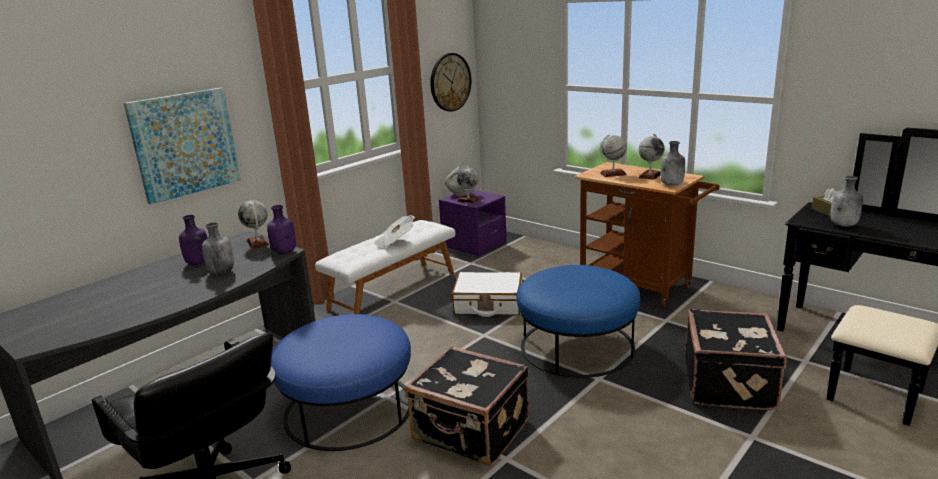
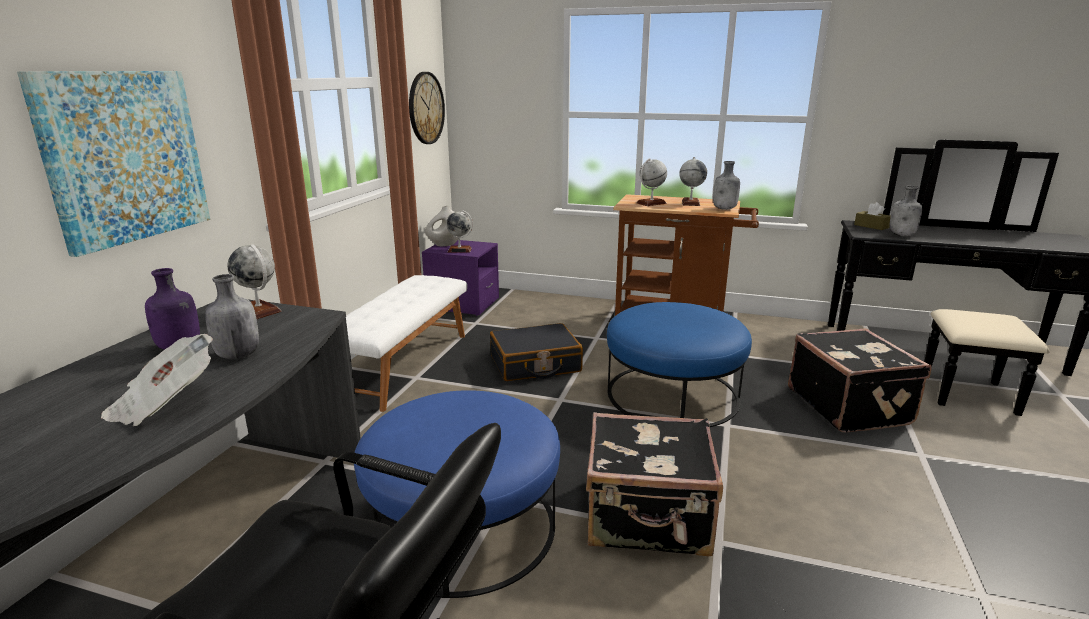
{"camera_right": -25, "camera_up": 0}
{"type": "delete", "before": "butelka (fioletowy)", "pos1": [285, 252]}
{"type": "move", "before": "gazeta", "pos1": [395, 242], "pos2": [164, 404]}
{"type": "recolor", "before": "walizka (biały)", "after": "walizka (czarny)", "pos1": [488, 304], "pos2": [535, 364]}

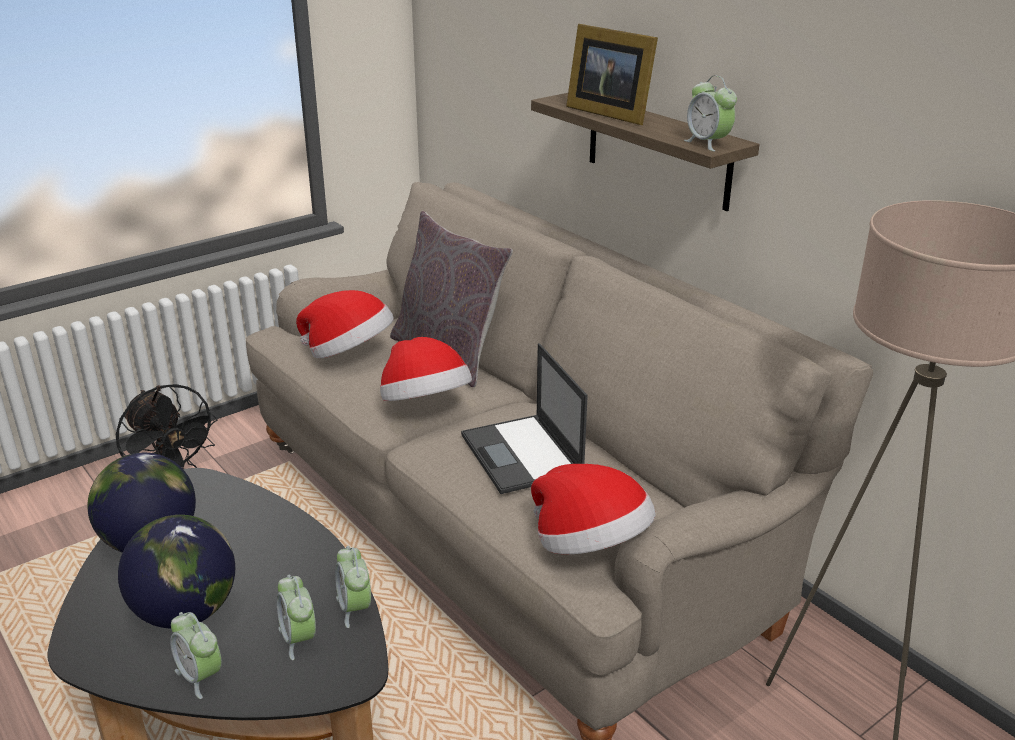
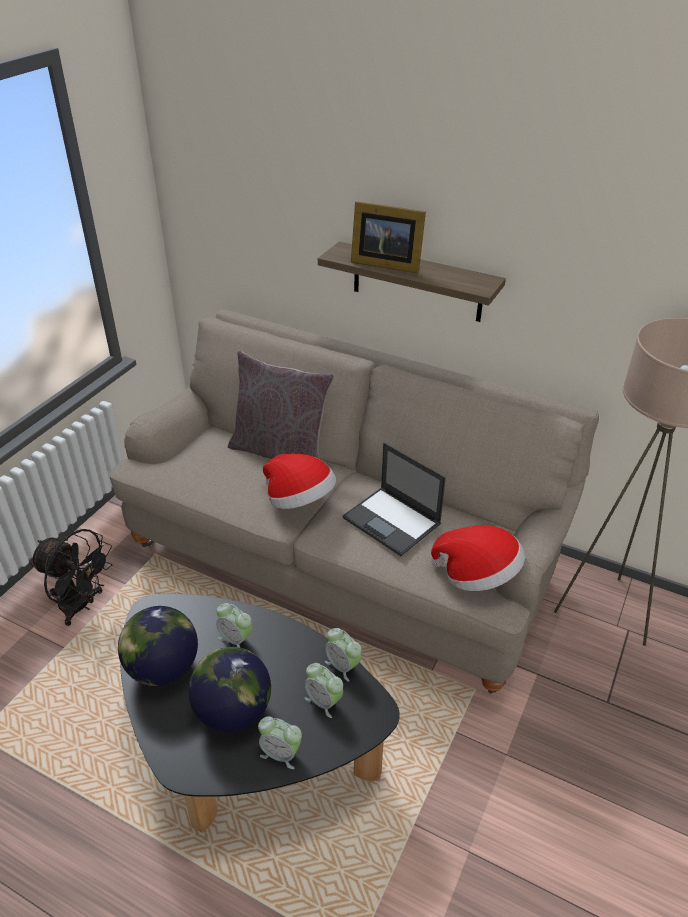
{"camera_right": -25, "camera_up": 10}
{"type": "move", "before": "budzik", "pos1": [708, 144], "pos2": [236, 639]}
{"type": "delete", "before": "kapelusz", "pos1": [349, 353]}

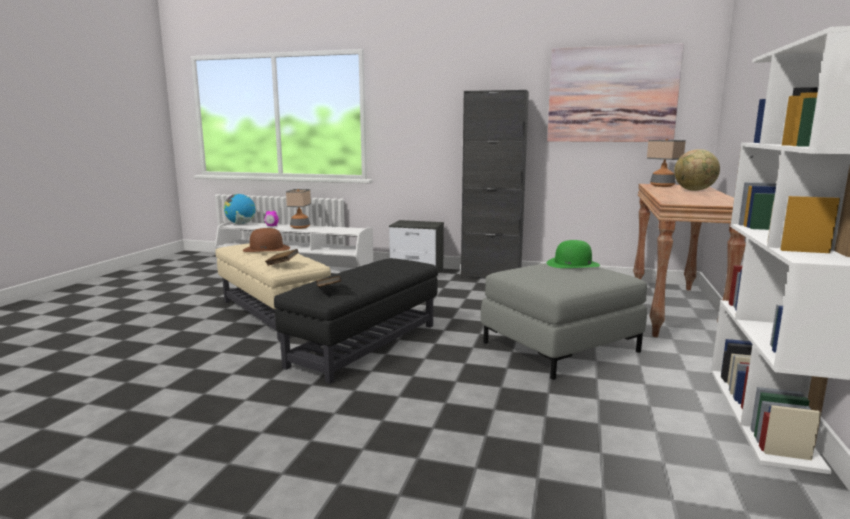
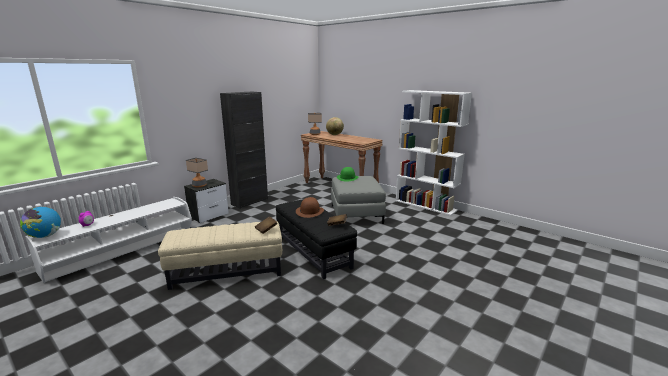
{"camera_right": -65, "camera_up": 5}
{"type": "delete", "before": "obraz", "pos1": [612, 94]}
{"type": "move", "before": "lampa stołowa", "pos1": [300, 227], "pos2": [199, 186]}
{"type": "move", "before": "kapelusz (brązowy)", "pos1": [266, 249], "pos2": [309, 211]}

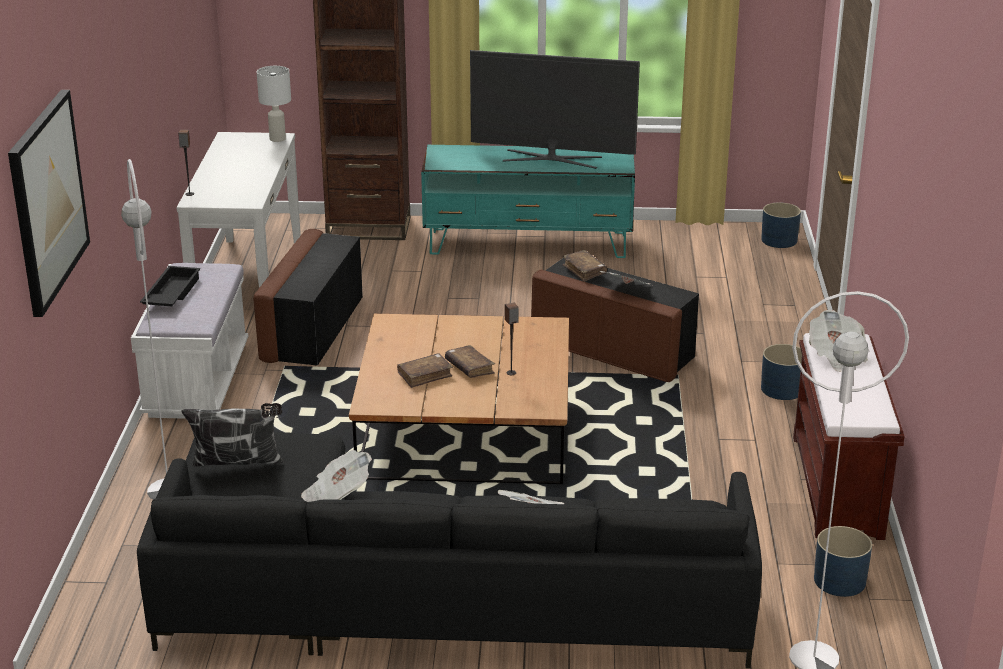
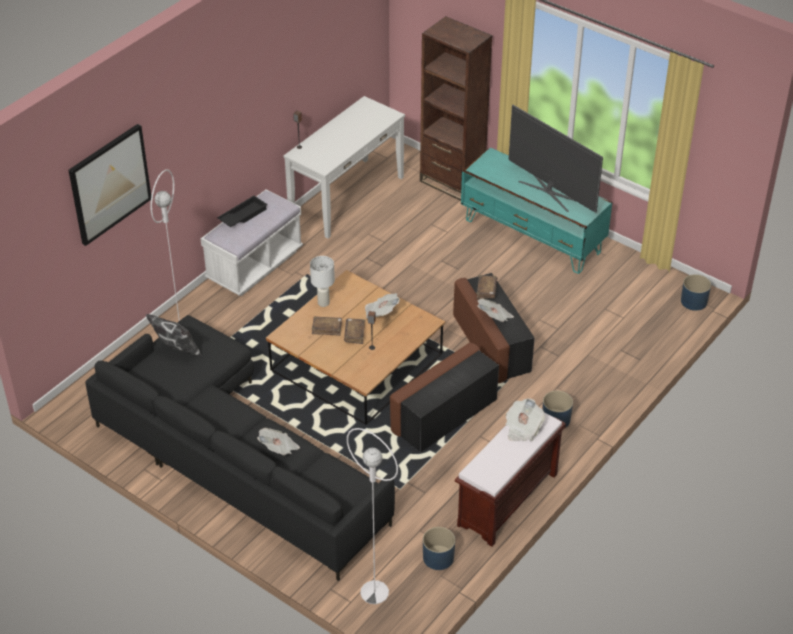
{"camera_right": 35, "camera_up": 15}
{"type": "move", "before": "lampa stołowa (biały)", "pos1": [277, 139], "pos2": [324, 302]}
{"type": "move", "before": "pufa (brązowy)", "pos1": [312, 328], "pos2": [444, 415]}
{"type": "move", "before": "gazeta", "pos1": [337, 495], "pos2": [381, 312]}

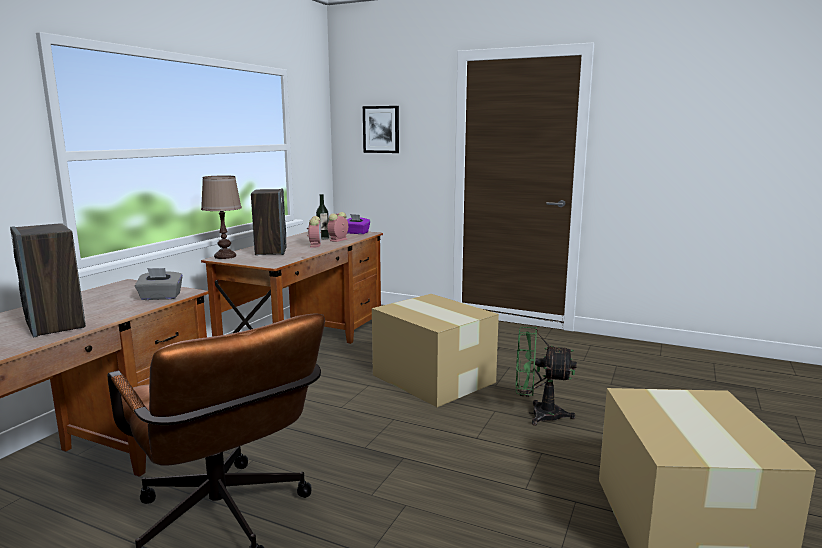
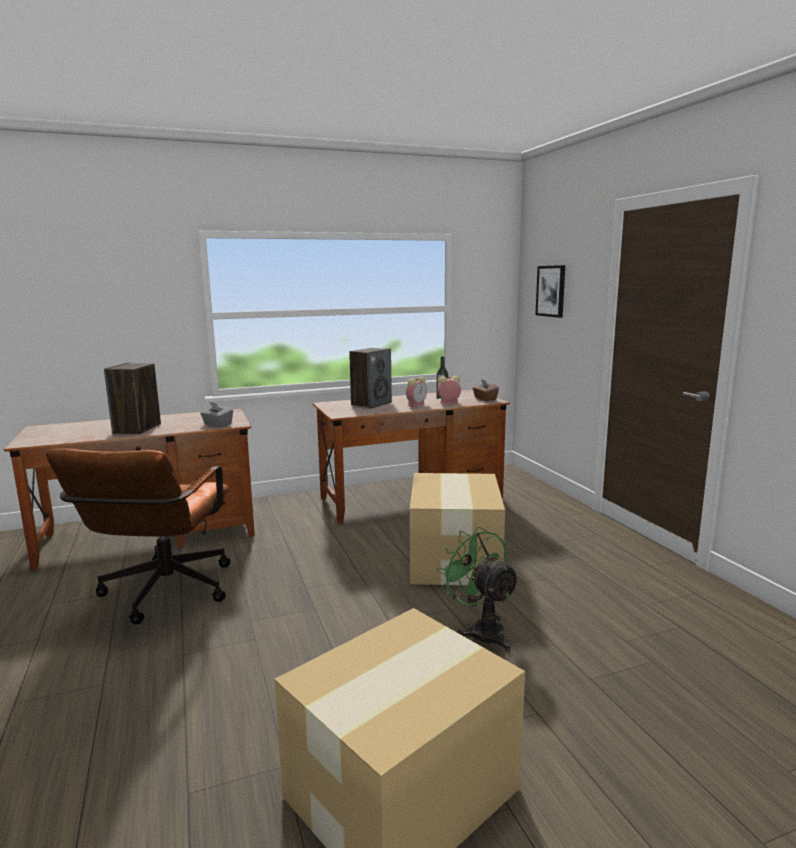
{"camera_right": 45, "camera_up": 0}
{"type": "delete", "before": "lampa stołowa (brązowy)", "pos1": [225, 256]}
{"type": "recolor", "before": "pudełko chusteczek (fioletowy)", "after": "pudełko chusteczek (brązowy)", "pos1": [356, 233], "pos2": [485, 399]}

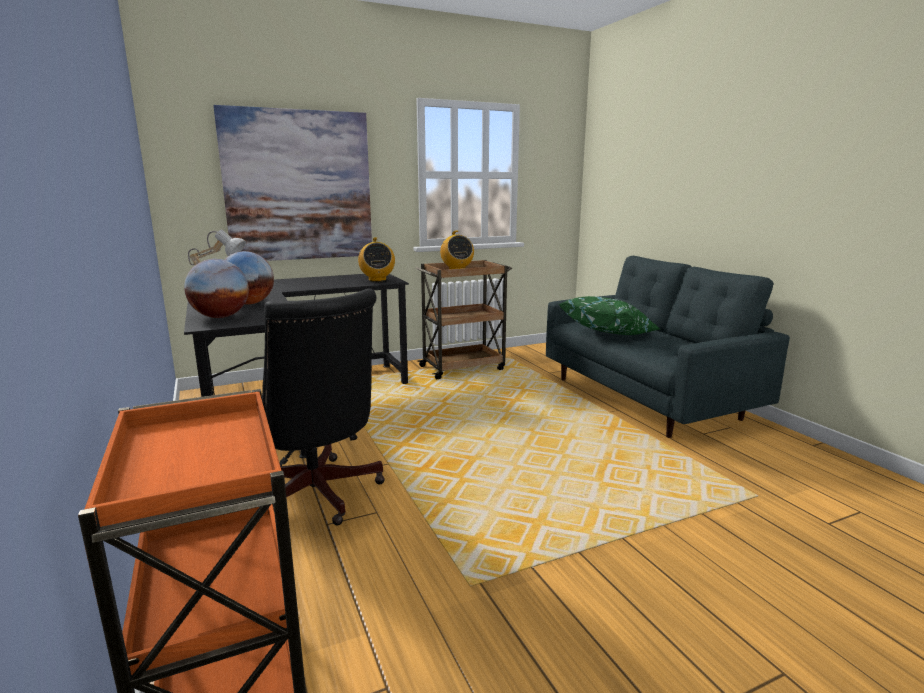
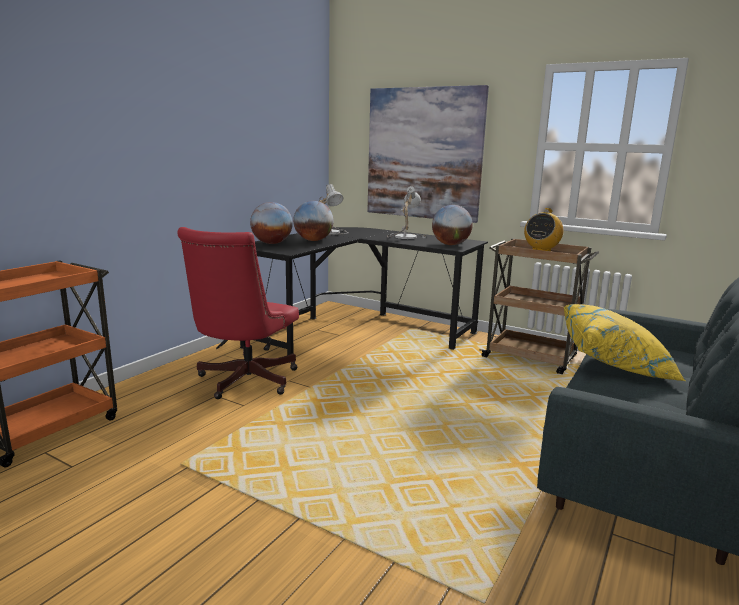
{"camera_right": 55, "camera_up": 0}
{"type": "replace", "before": "radio", "after": "globus", "pos1": [377, 280], "pos2": [450, 244]}
{"type": "recolor", "before": "krzesło biurowe (czarny)", "after": "krzesło biurowe (czerwony)", "pos1": [316, 497], "pos2": [243, 382]}
{"type": "recolor", "before": "poduszka (zielony)", "after": "poduszka (żółty)", "pos1": [609, 334], "pos2": [615, 363]}
{"type": "insert", "after": "lampa stołowa", "pos2": [403, 236]}

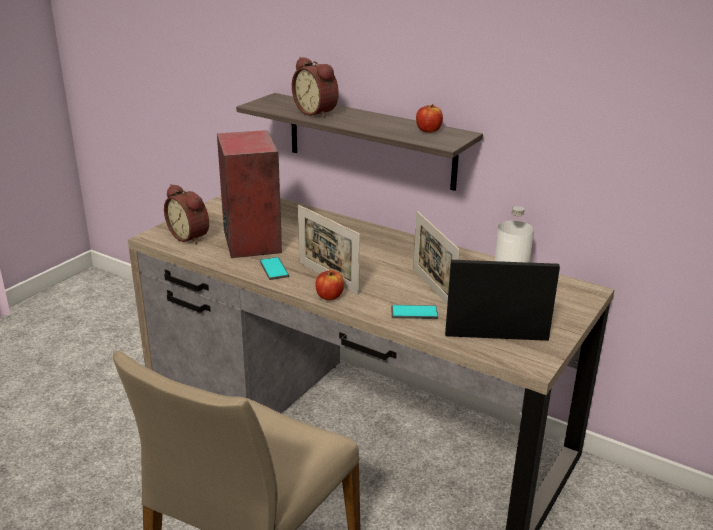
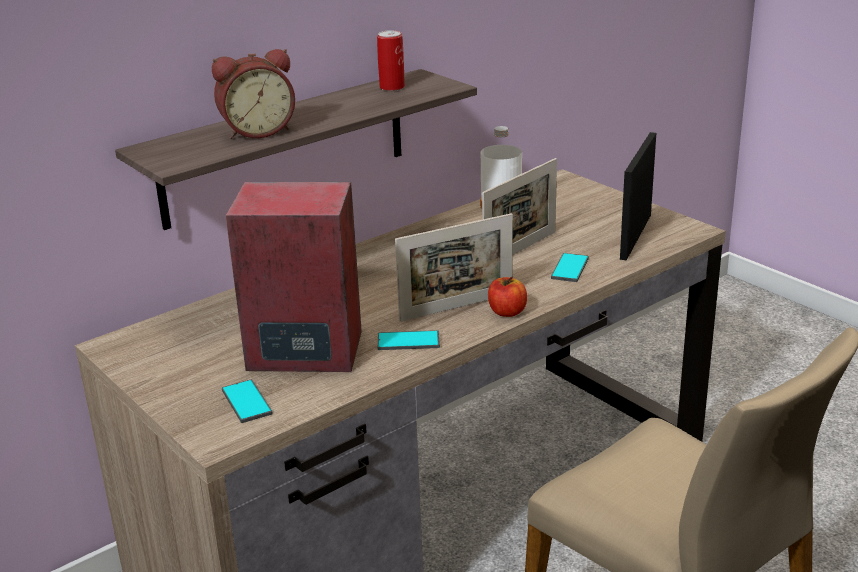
{"camera_right": -70, "camera_up": 0}
{"type": "replace", "before": "jabłko", "after": "puszka", "pos1": [428, 130], "pos2": [392, 87]}
{"type": "replace", "before": "budzik", "after": "telefon", "pos1": [191, 236], "pos2": [247, 402]}
{"type": "rotate", "before": "ramka na zdjęcie", "pos1": [432, 289], "pos2": [520, 250], "turn": -45}

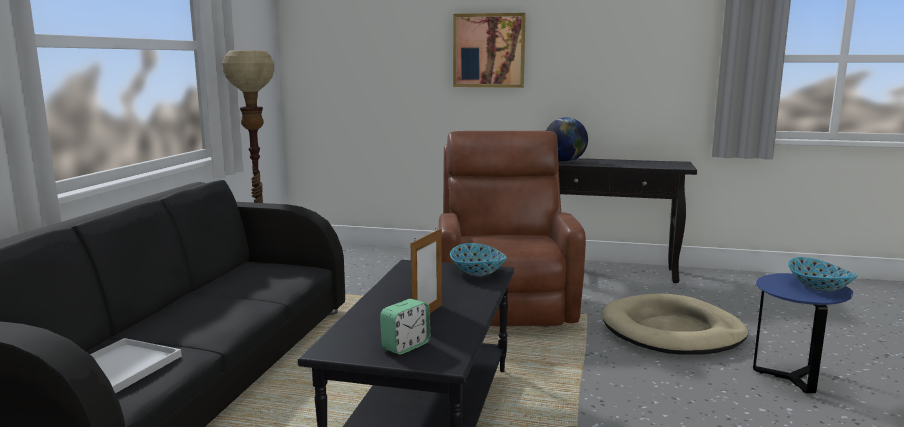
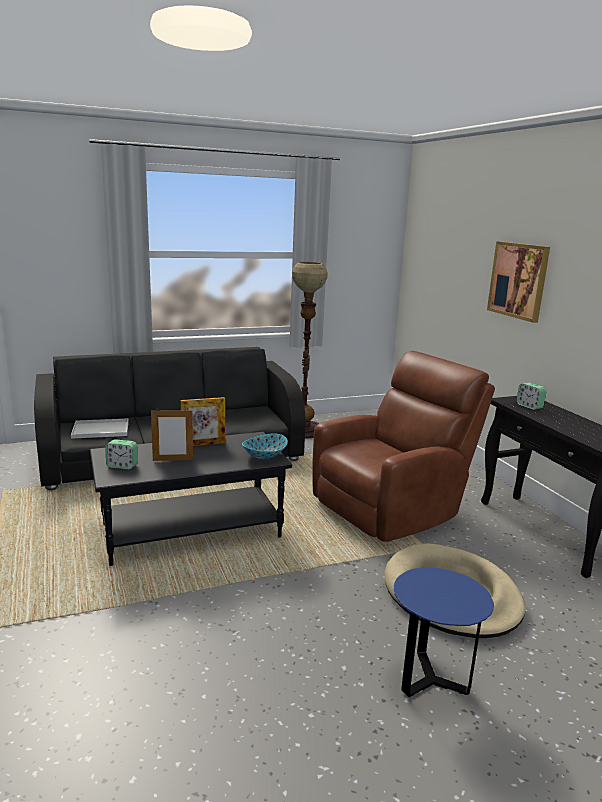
{"camera_right": 55, "camera_up": 5}
{"type": "replace", "before": "globus", "after": "budzik", "pos1": [564, 161], "pos2": [529, 406]}
{"type": "delete", "before": "miska", "pos1": [819, 287]}
{"type": "insert", "after": "ramka na zdjęcie", "pos2": [203, 444]}

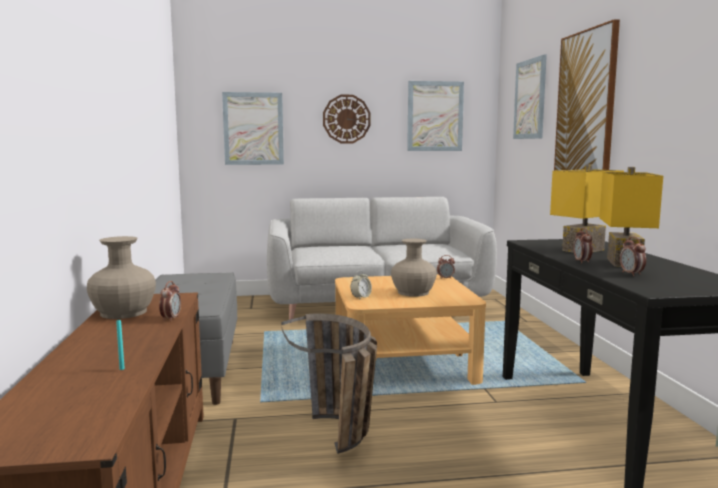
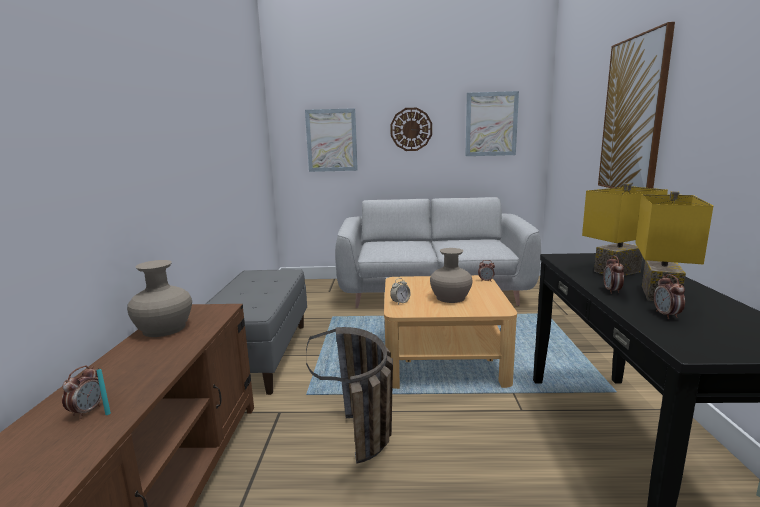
{"camera_right": 10, "camera_up": 5}
{"type": "delete", "before": "obraz", "pos1": [530, 99]}
{"type": "move", "before": "budzik", "pos1": [171, 319], "pos2": [87, 411]}

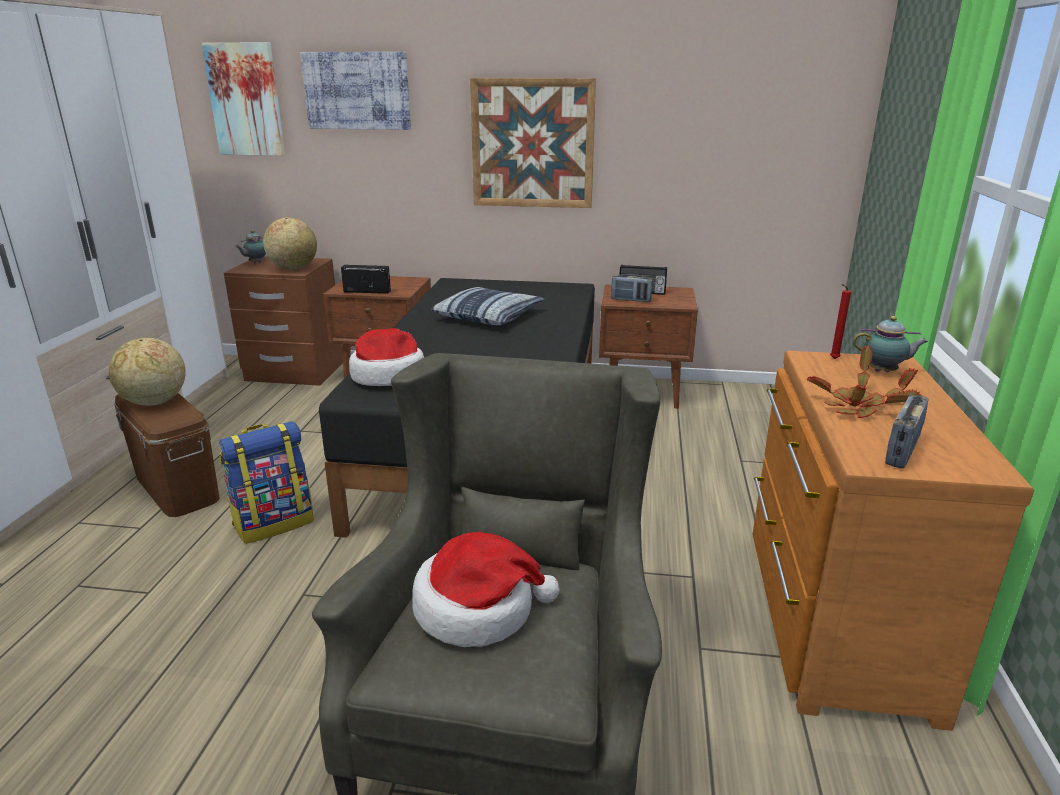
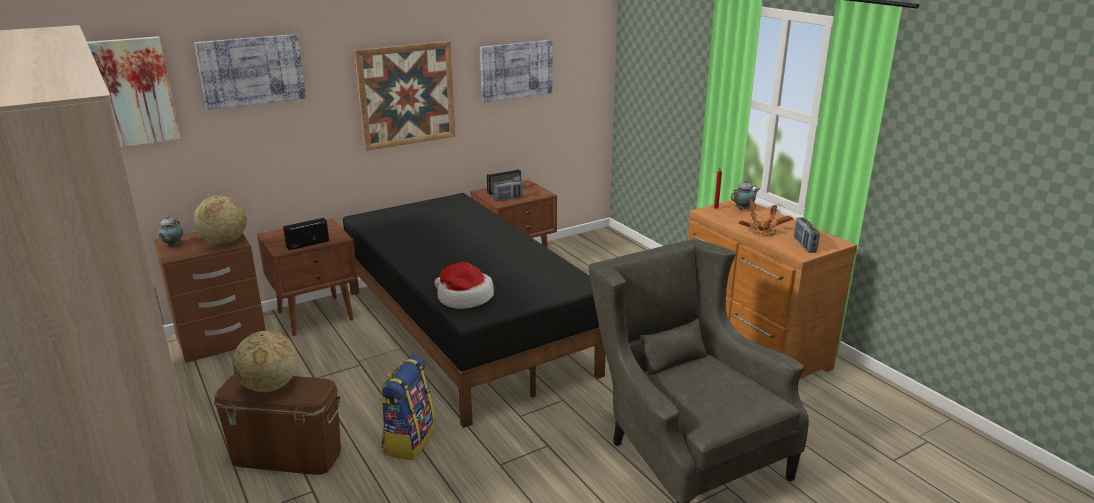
{"camera_right": -40, "camera_up": 0}
{"type": "delete", "before": "poduszka", "pos1": [489, 316]}
{"type": "delete", "before": "kapelusz", "pos1": [478, 609]}
{"type": "insert", "after": "obraz", "pos2": [516, 70]}

